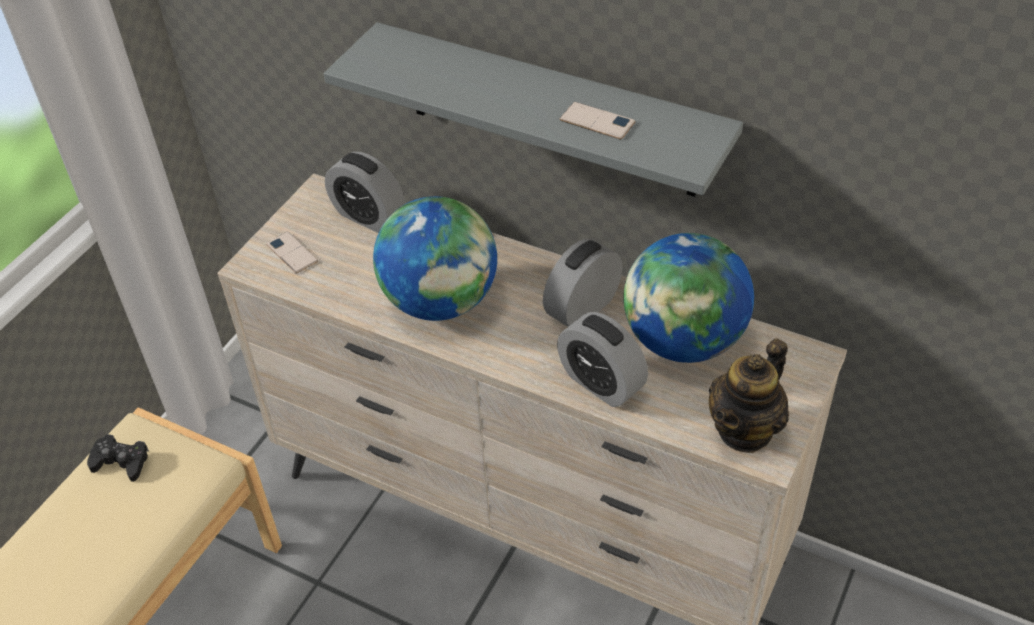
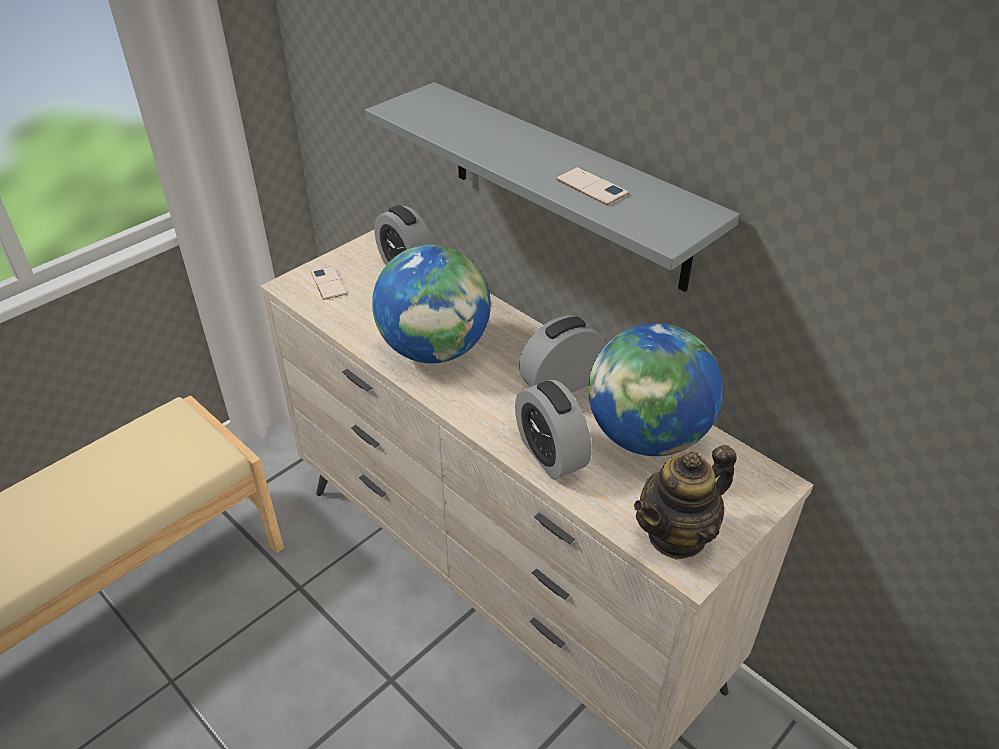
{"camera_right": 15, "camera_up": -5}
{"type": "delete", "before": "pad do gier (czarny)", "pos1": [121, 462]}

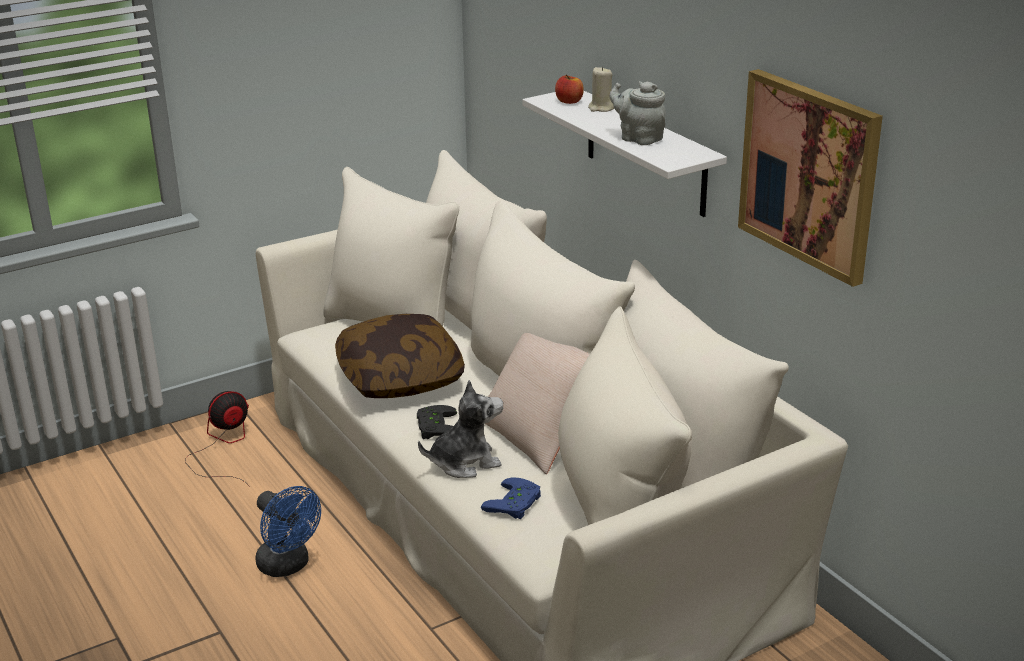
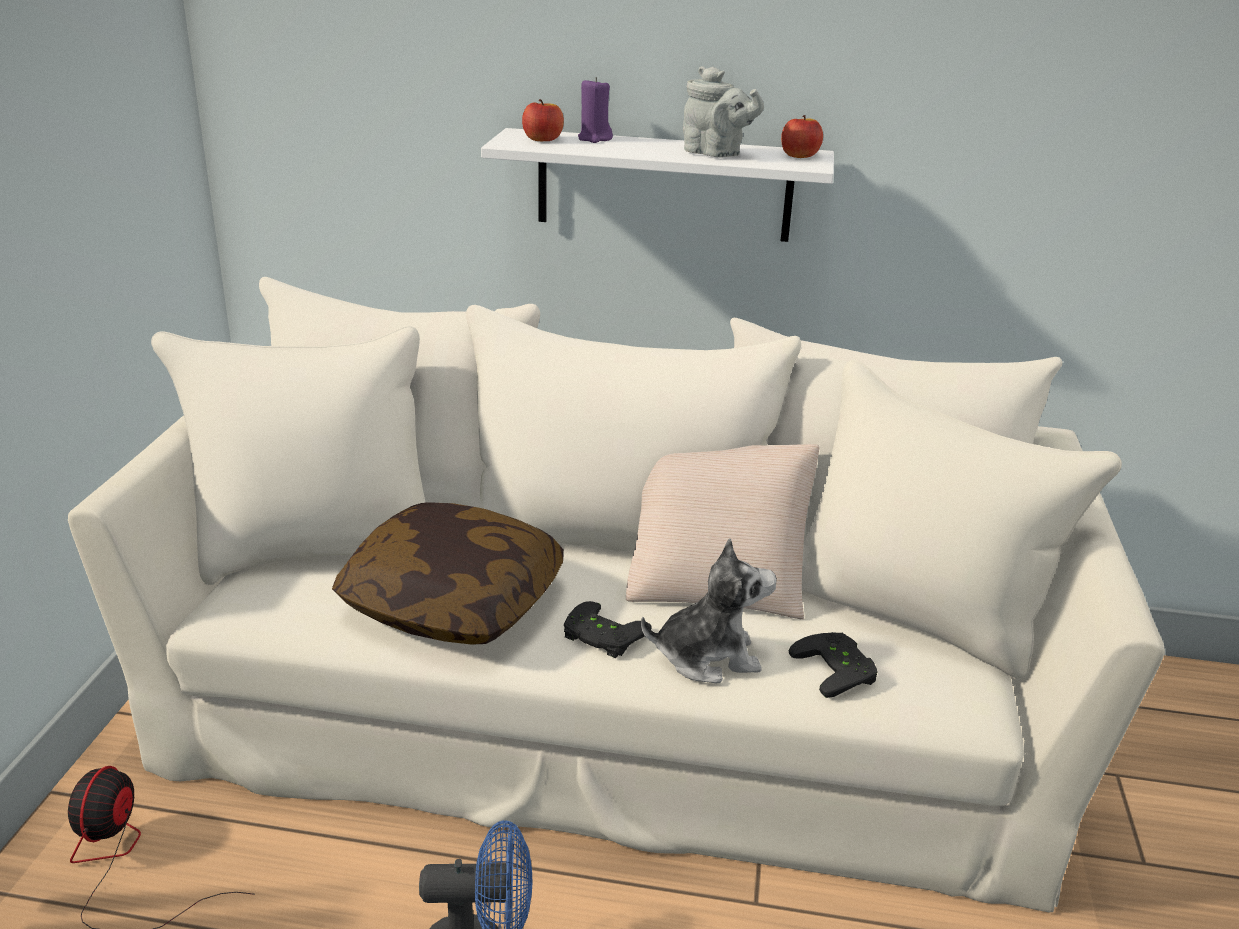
{"camera_right": -50, "camera_up": 0}
{"type": "recolor", "before": "świeca (beżowy)", "after": "świeca (fioletowy)", "pos1": [601, 108], "pos2": [594, 138]}
{"type": "delete", "before": "obraz", "pos1": [809, 174]}
{"type": "rotate", "before": "imbryk (szary)", "pos1": [638, 138], "pos2": [716, 154], "turn": -135}
{"type": "rotate", "before": "pluszak", "pos1": [464, 462], "pos2": [707, 657], "turn": 60}
{"type": "recolor", "before": "pad do gier (niebieski)", "after": "pad do gier (czarny)", "pos1": [516, 504], "pos2": [839, 669]}
{"type": "insert", "after": "jabłko", "pos2": [799, 156]}

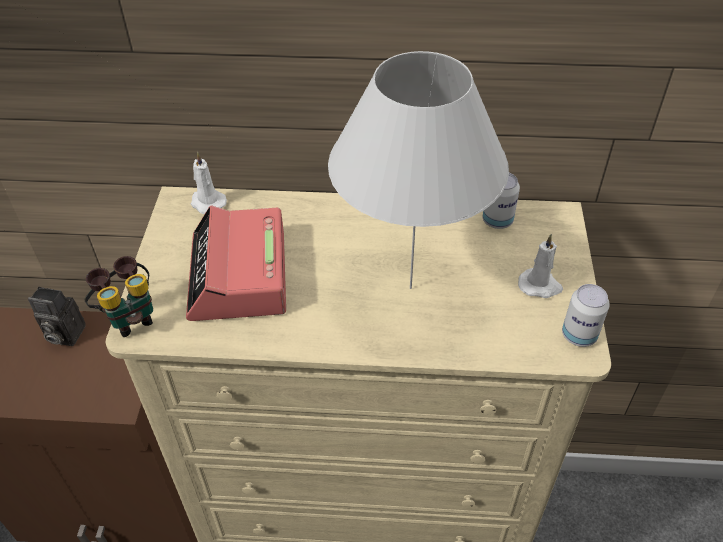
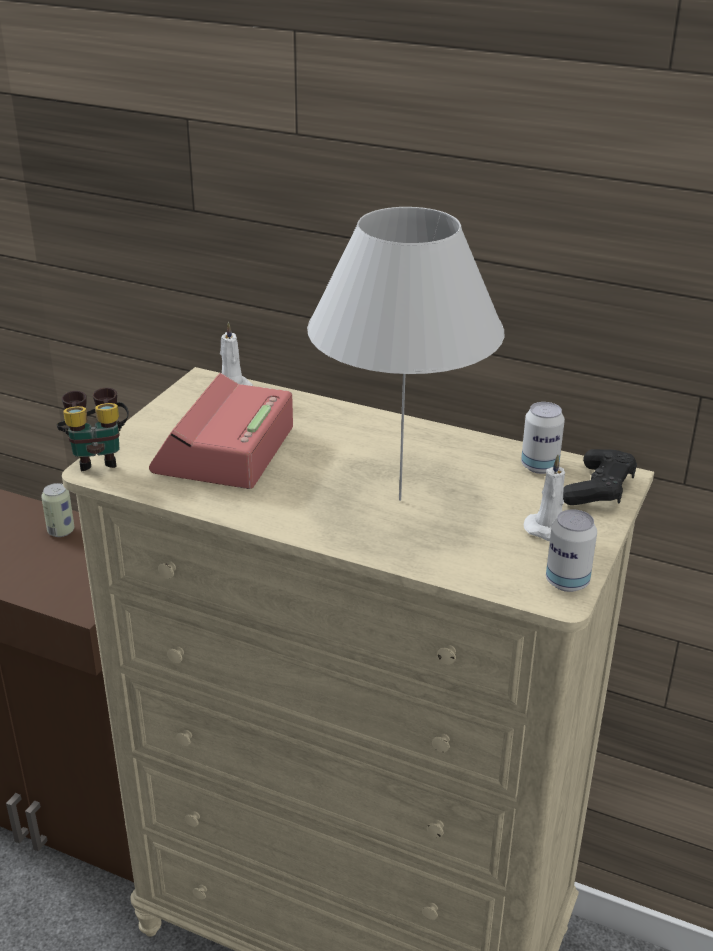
{"camera_right": 20, "camera_up": -15}
{"type": "replace", "before": "aparat fotograficzny", "after": "puszka", "pos1": [63, 334], "pos2": [61, 531]}
{"type": "insert", "after": "pad do gier (czarny)", "pos2": [598, 489]}

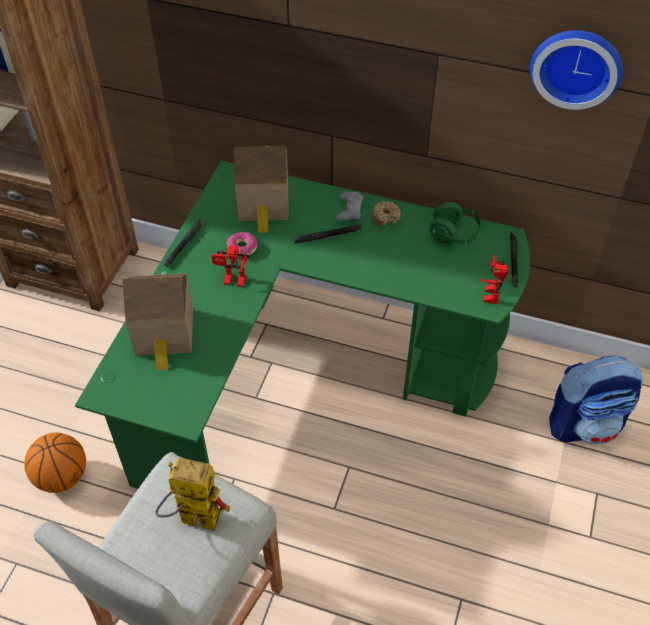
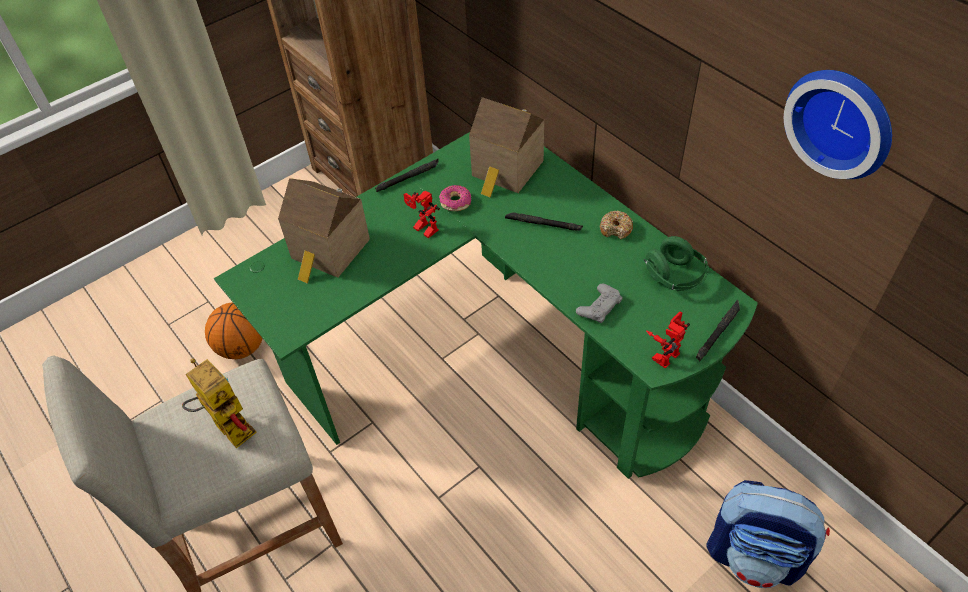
{"camera_right": 35, "camera_up": 0}
{"type": "move", "before": "pad do gier (szary)", "pos1": [349, 209], "pos2": [599, 306]}

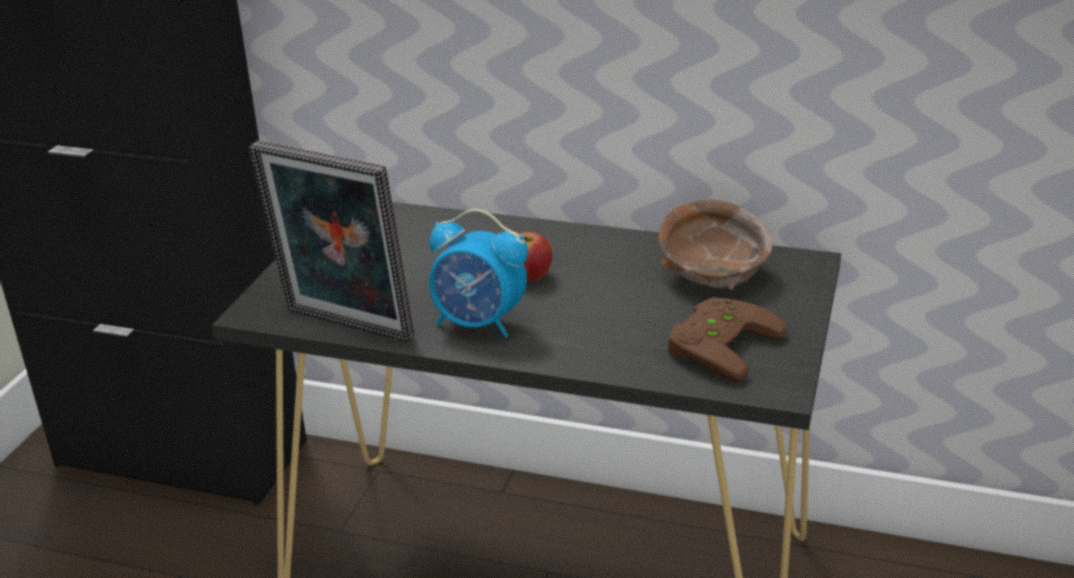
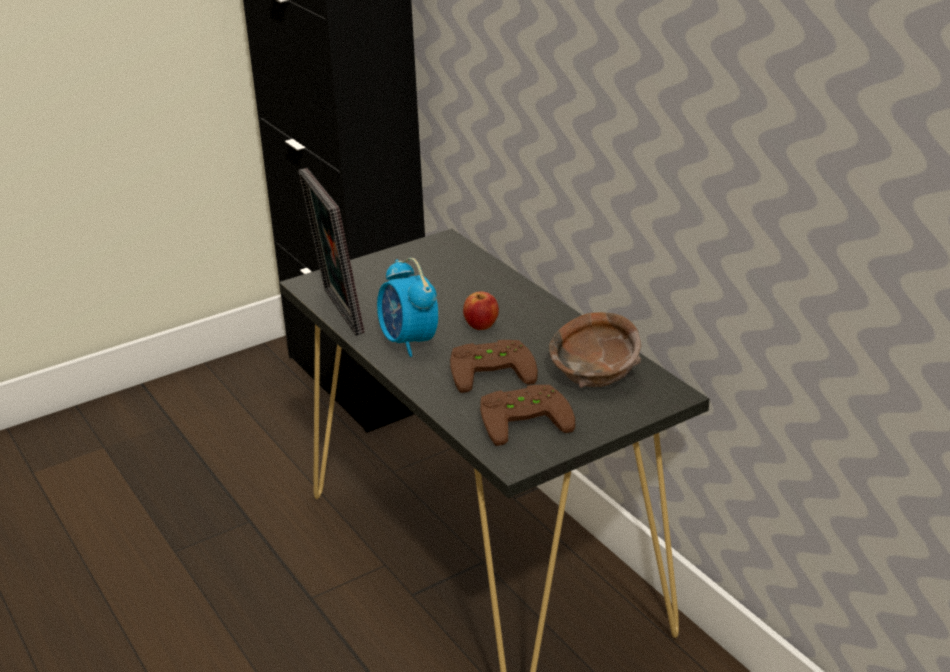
{"camera_right": 40, "camera_up": 0}
{"type": "insert", "after": "pad do gier (brązowy)", "pos2": [491, 369]}

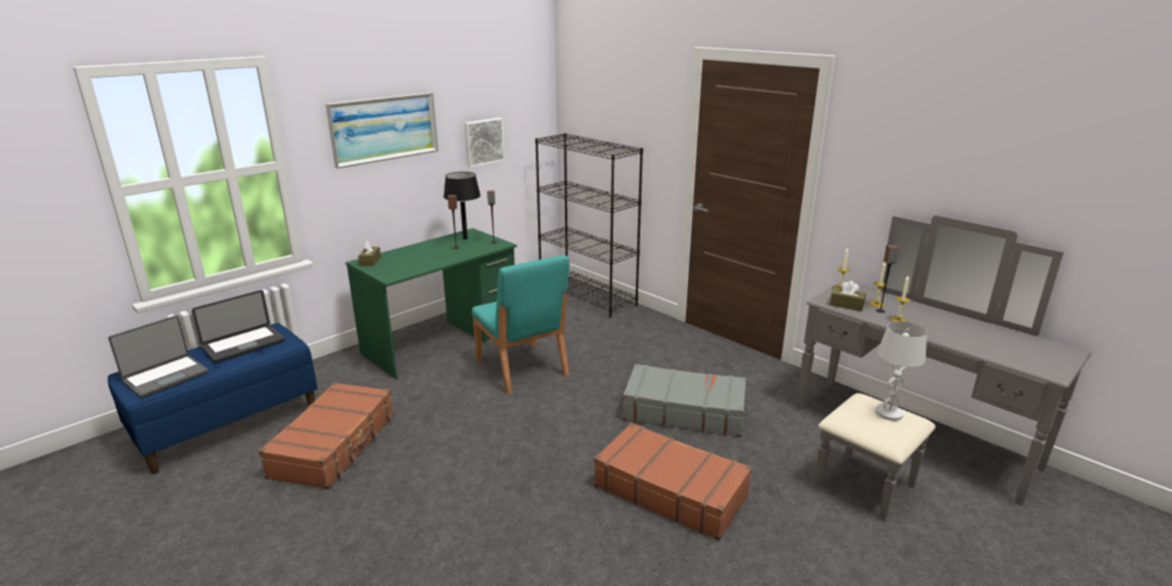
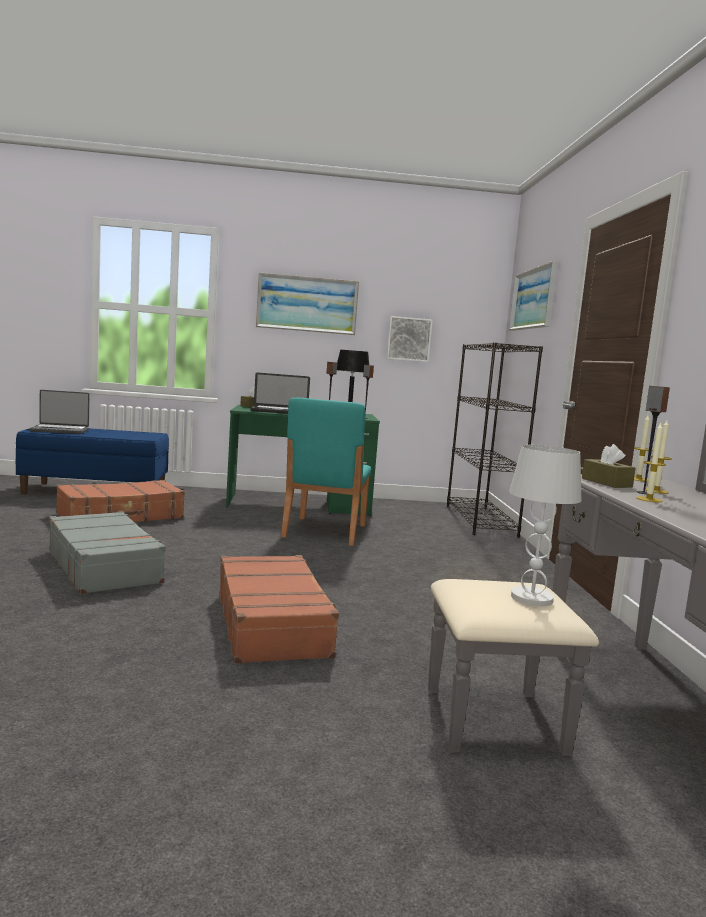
{"camera_right": 40, "camera_up": -15}
{"type": "move", "before": "laptop", "pos1": [244, 345], "pos2": [279, 411]}
{"type": "move", "before": "walizka (szary)", "pos1": [683, 411], "pos2": [104, 566]}
{"type": "insert", "after": "obraz", "pos2": [533, 299]}

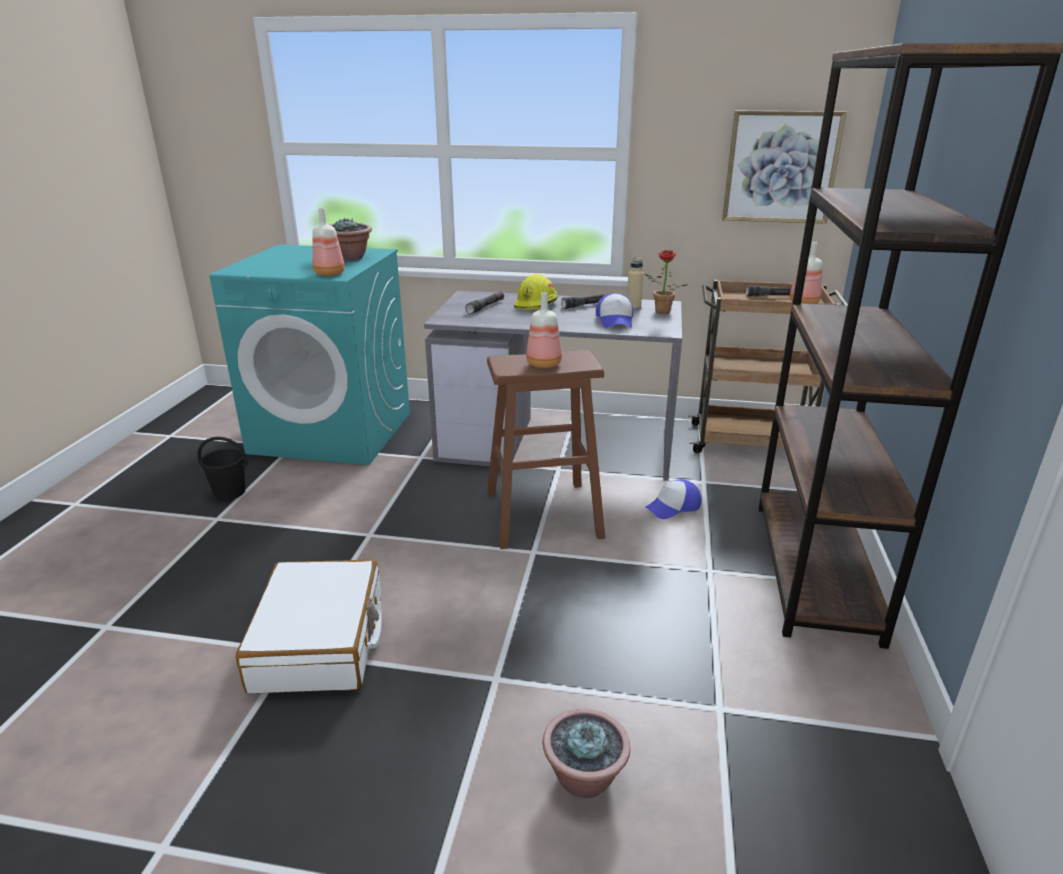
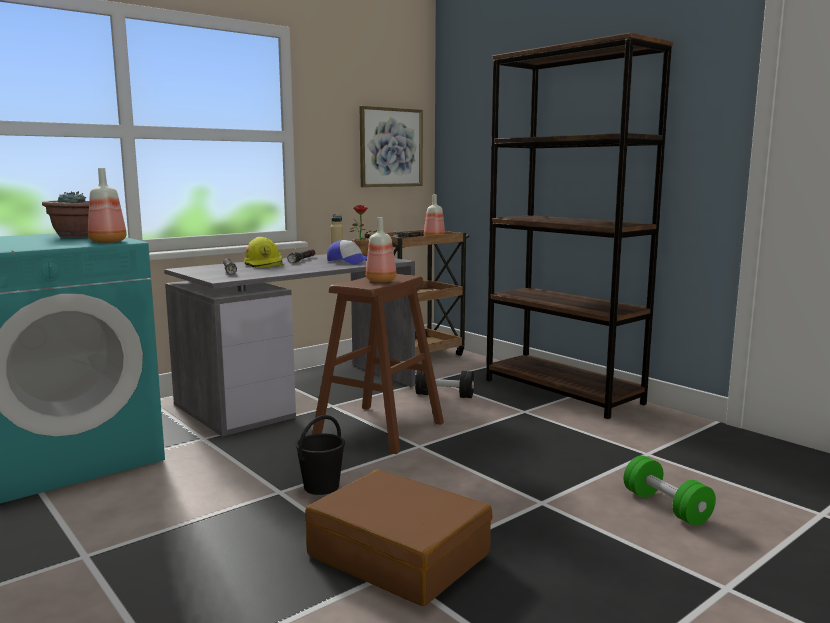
{"camera_right": -50, "camera_up": -15}
{"type": "move", "before": "wiadro (czarny)", "pos1": [230, 492], "pos2": [322, 486]}
{"type": "replace", "before": "czapka z daszkiem", "after": "hantel (czarny)", "pos1": [673, 507], "pos2": [444, 395]}
{"type": "recolor", "before": "walizka (biały)", "after": "walizka (brązowy)", "pos1": [320, 642], "pos2": [399, 555]}
{"type": "replace", "before": "roślina doniczkowa", "after": "hantel (zielony)", "pos1": [584, 778], "pos2": [666, 507]}

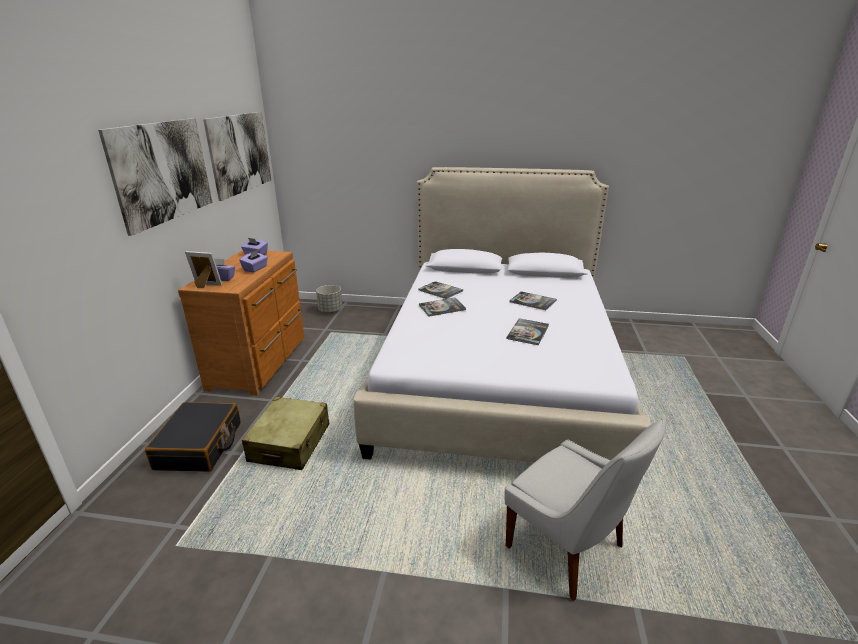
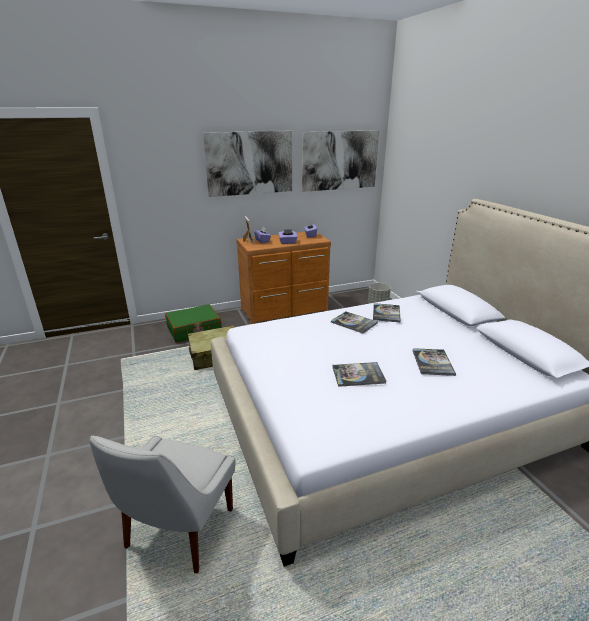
{"camera_right": 60, "camera_up": 0}
{"type": "recolor", "before": "walizka (czarny)", "after": "walizka (zielony)", "pos1": [200, 446], "pos2": [194, 330]}

